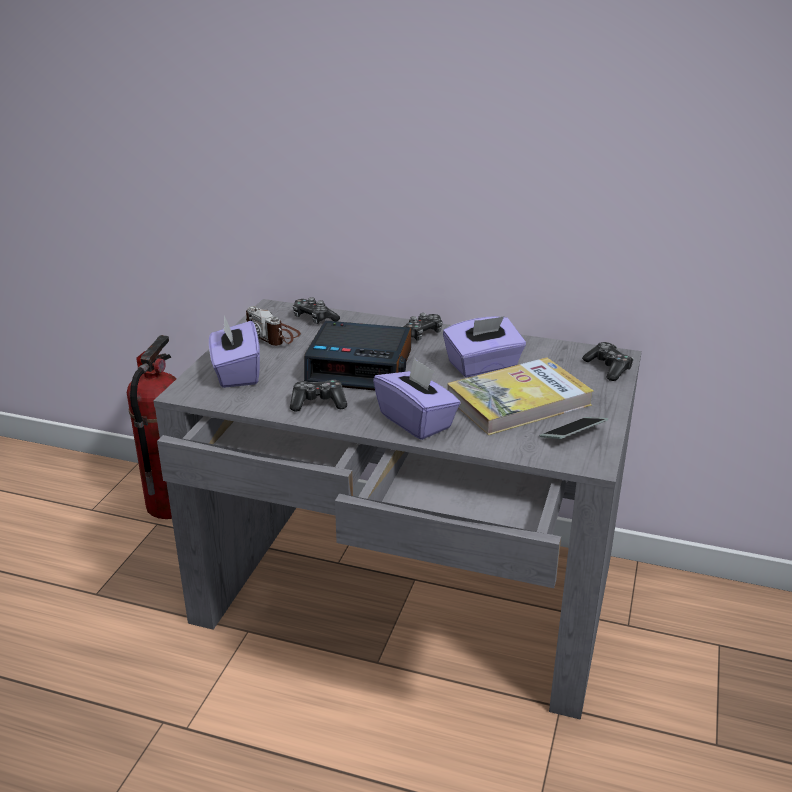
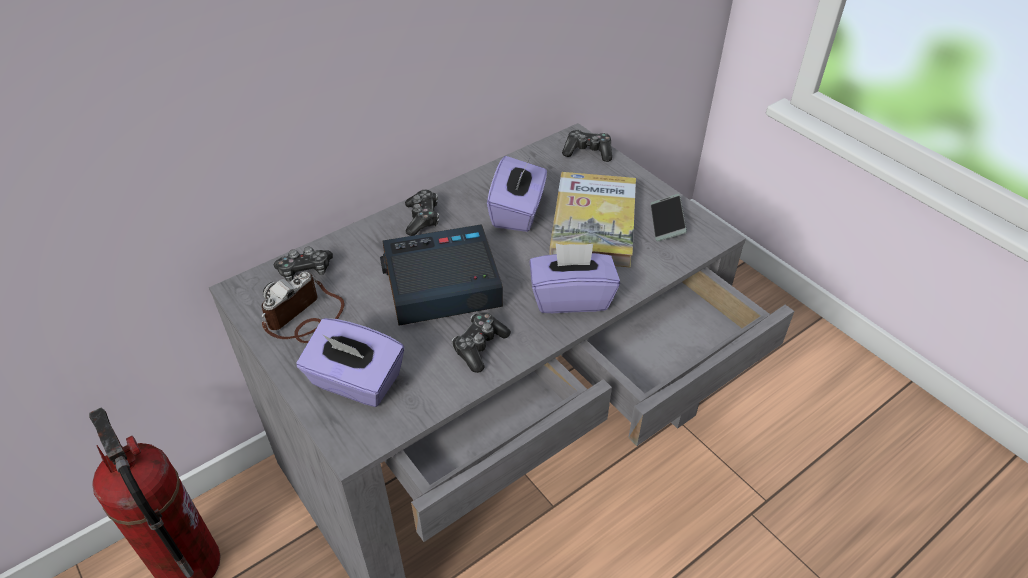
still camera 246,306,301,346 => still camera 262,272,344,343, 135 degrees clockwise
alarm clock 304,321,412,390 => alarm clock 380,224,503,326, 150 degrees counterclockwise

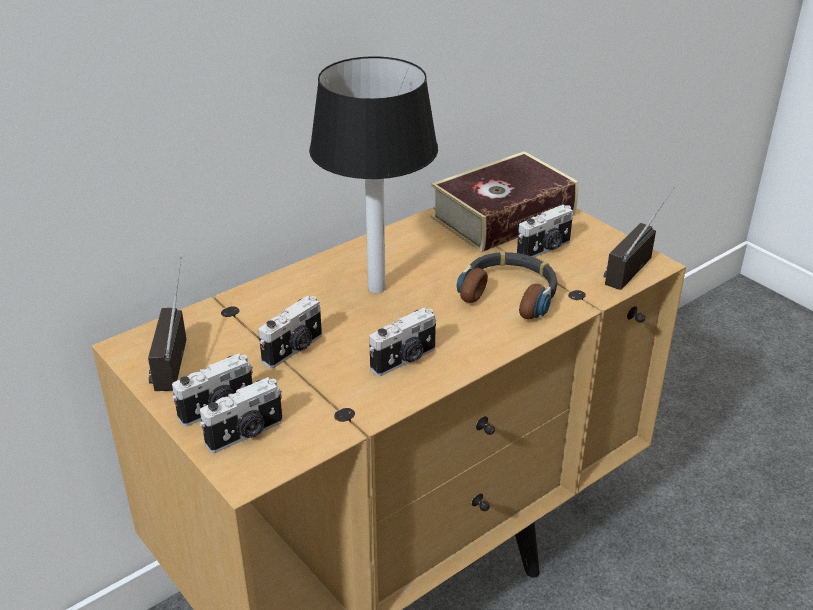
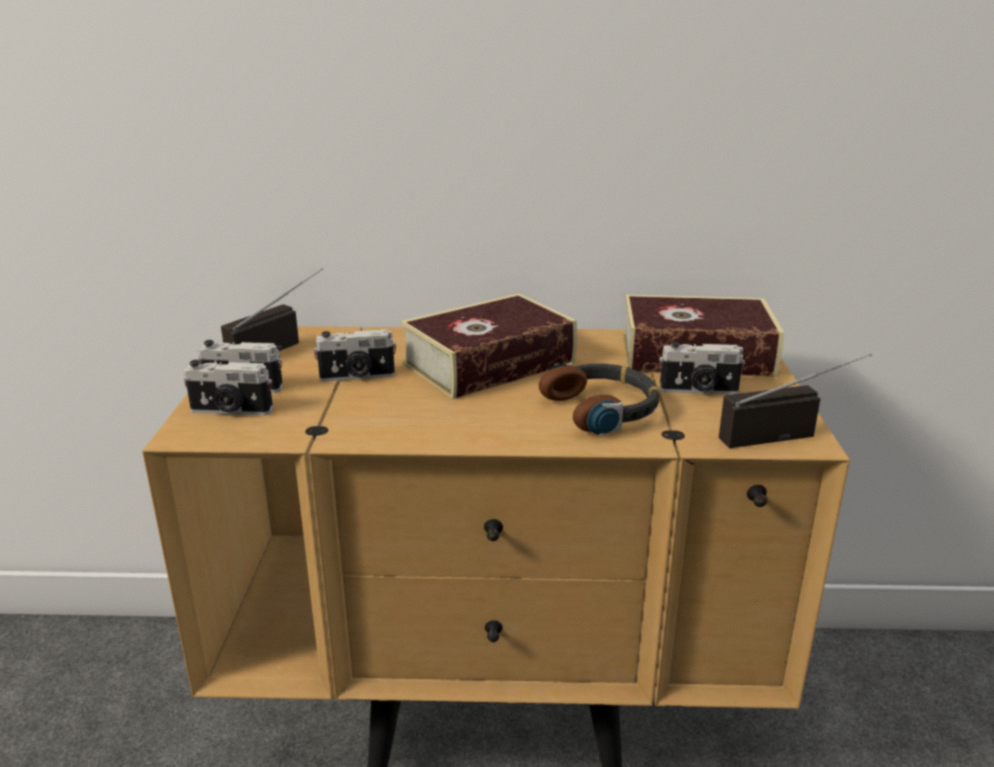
table lamp 309,56,438,293 => book 400,293,577,399
still camera 369,307,436,376 => nothing

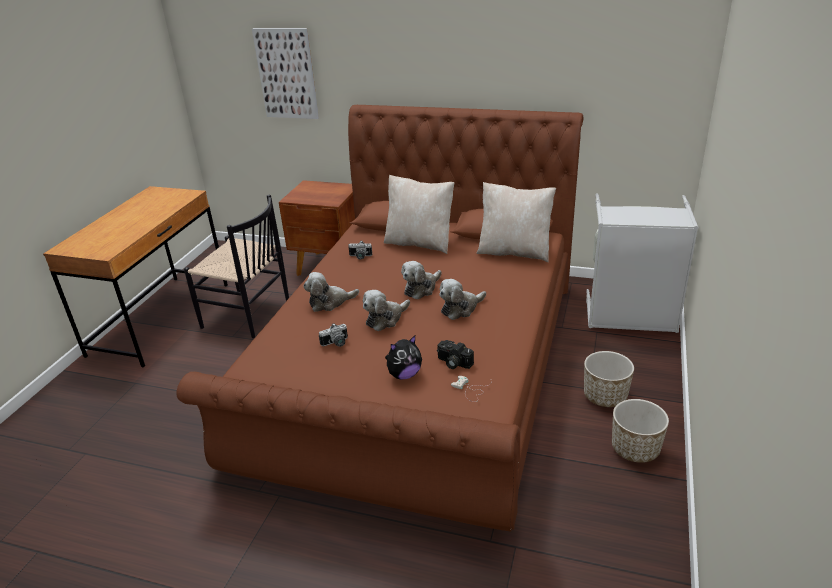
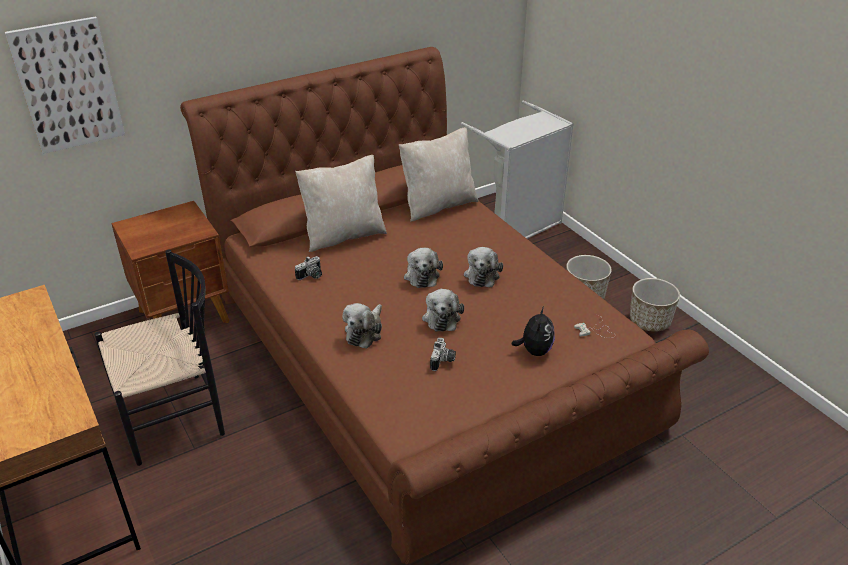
still camera 437,340,474,369 => nothing

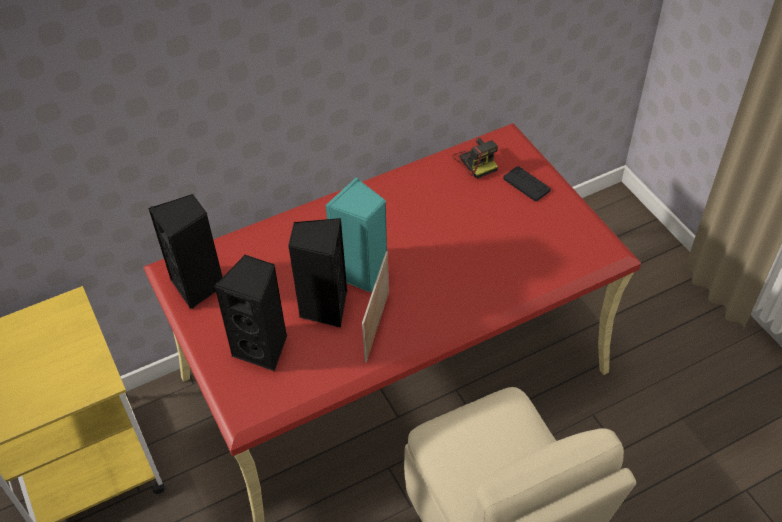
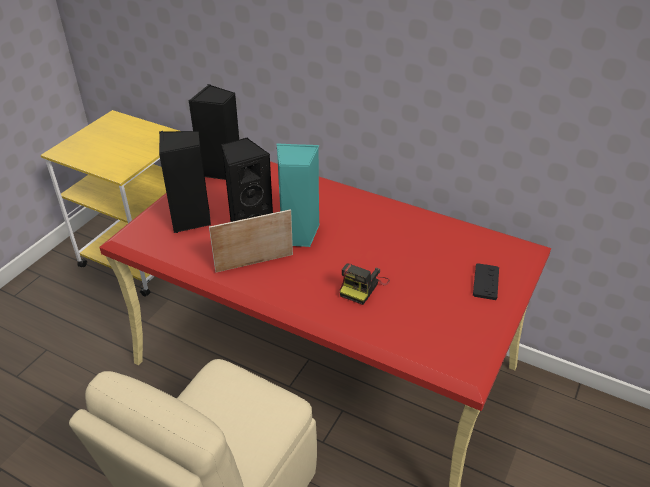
still camera 452,137,498,179 => still camera 340,263,390,305, move

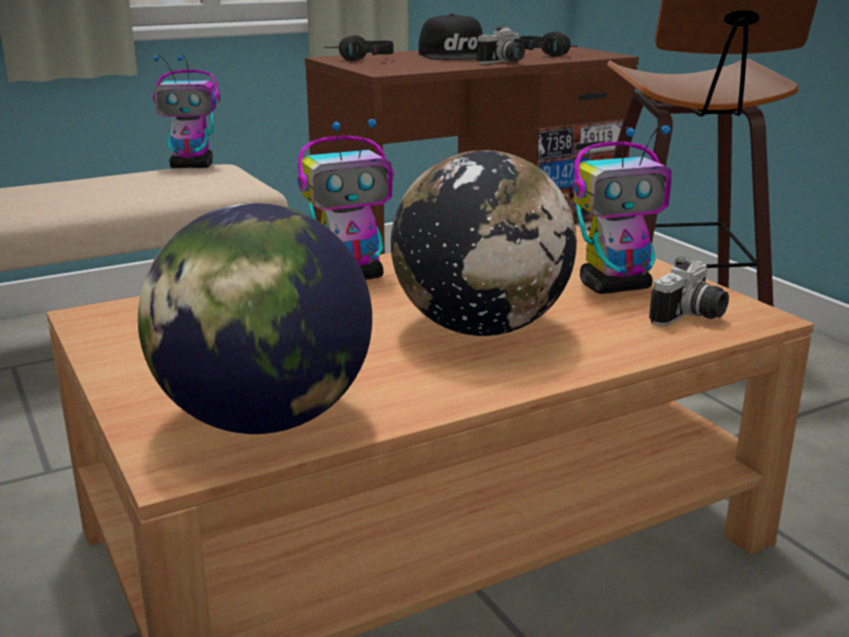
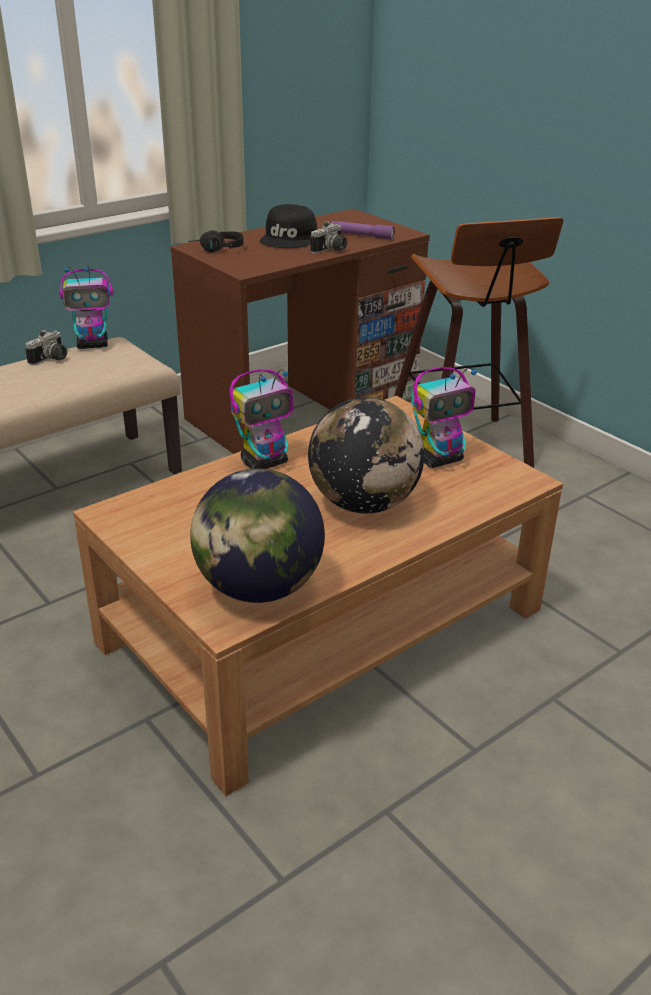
black cap 418,14,483,60 => black cap 260,204,317,248, 45 degrees clockwise
black headset 519,31,578,57 => purple hand torch 331,221,395,240
still camera 649,256,729,326 => still camera 25,329,67,365, move

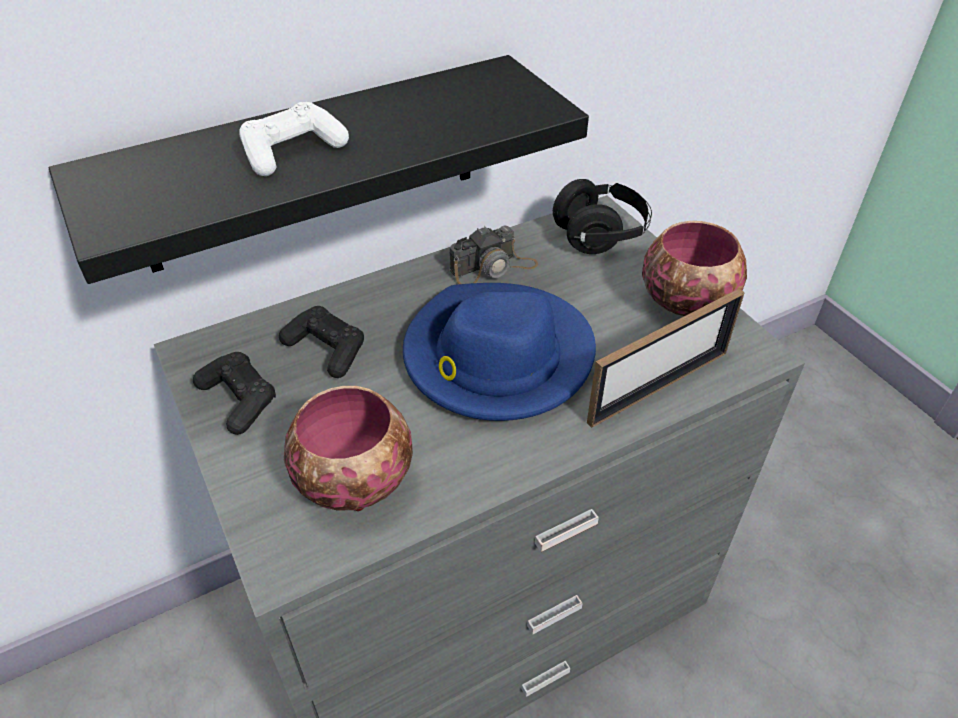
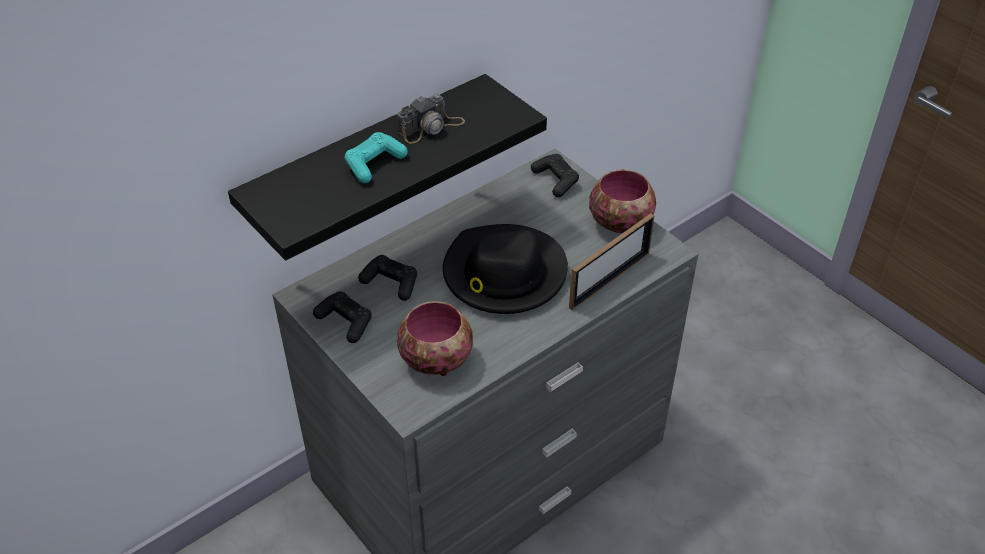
white gamepad 239,102,349,176 => blue-green gamepad 344,132,408,183
blue clothing hat 403,283,596,421 => black clothing hat 443,224,568,314
still camera 450,226,538,284 => still camera 397,94,465,144, move
black headset 553,179,652,254 => black gamepad 531,154,579,197

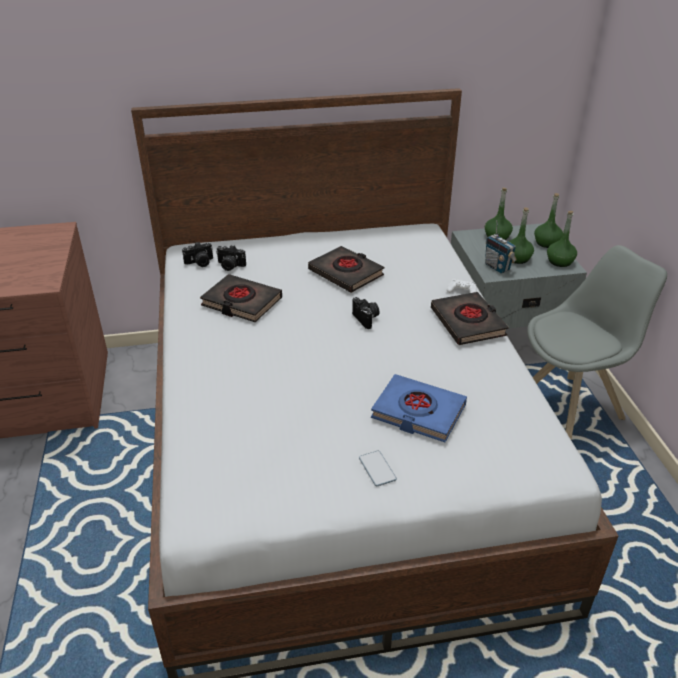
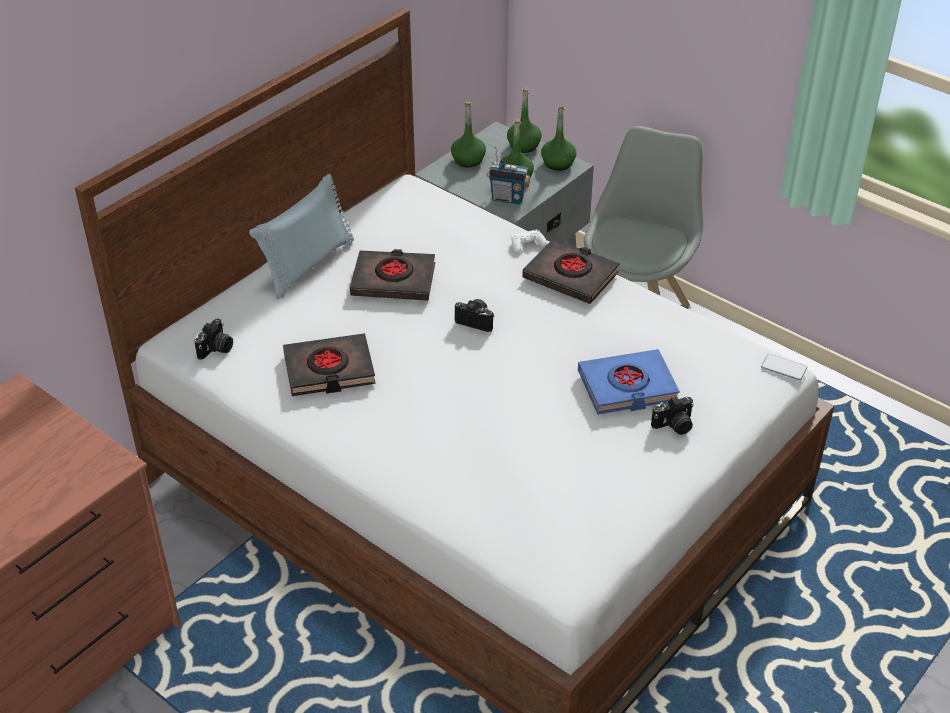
still camera 216,245,246,271 => still camera 651,396,694,435, move
handset 359,451,397,486 => handset 761,354,807,380, move
nothing => blue cushion 249,174,354,299

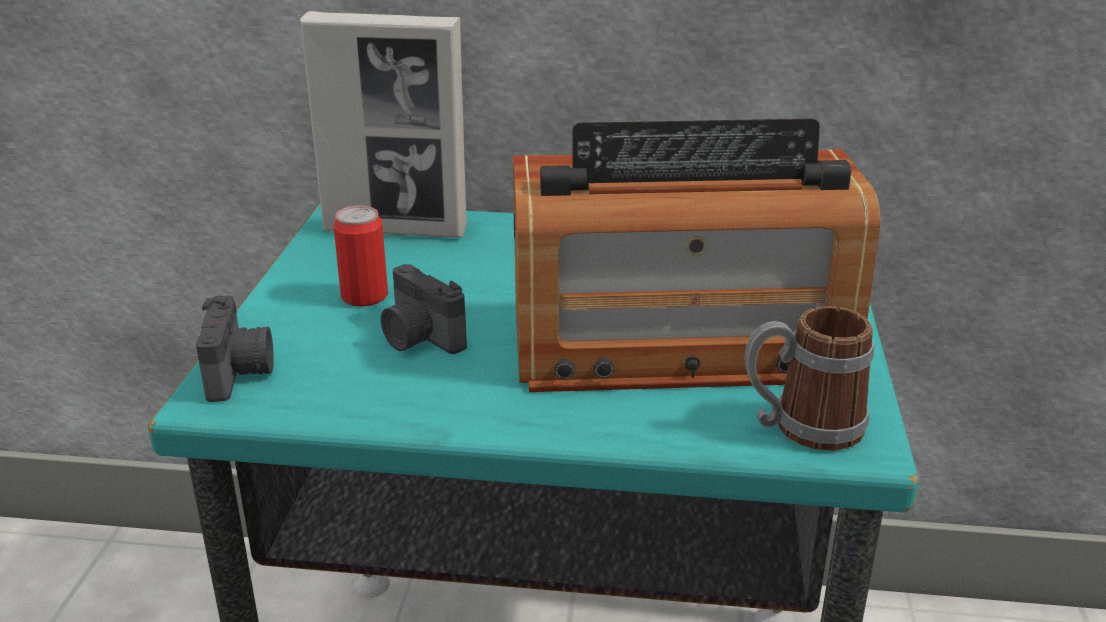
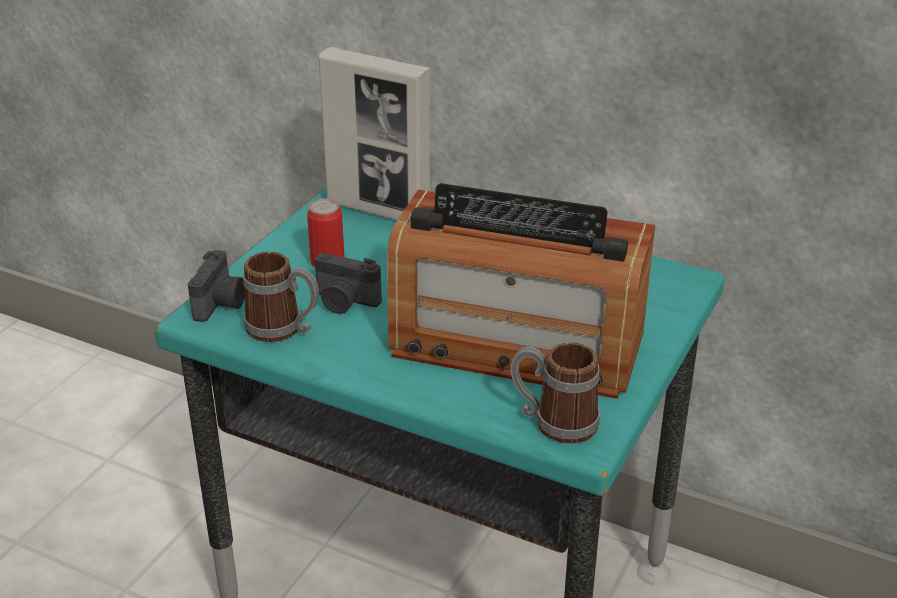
still camera 381,264,467,354 => still camera 315,253,382,314, 45 degrees counterclockwise
nothing => coffee mug 243,251,319,342

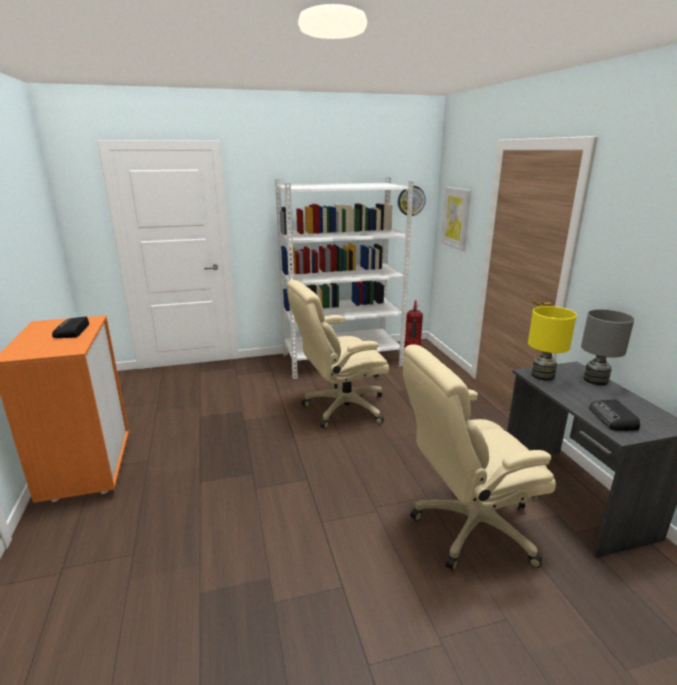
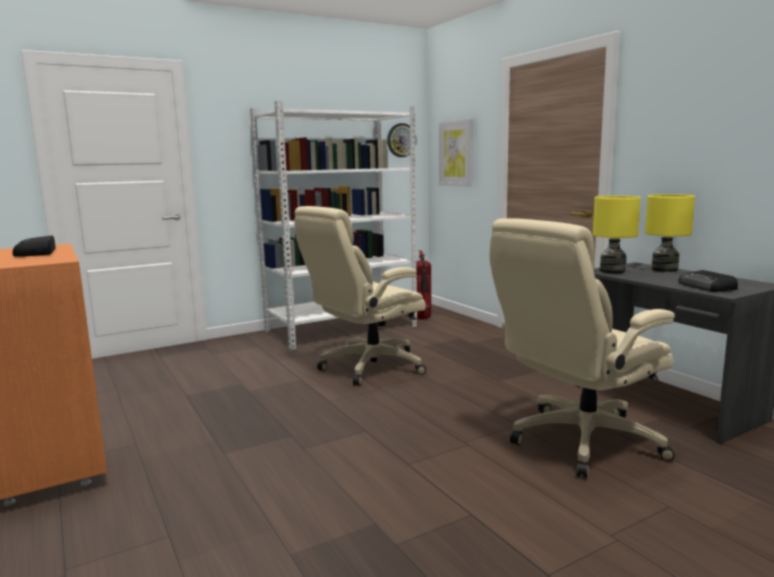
grey table lamp 581,309,634,385 => yellowish table lamp 645,194,695,272

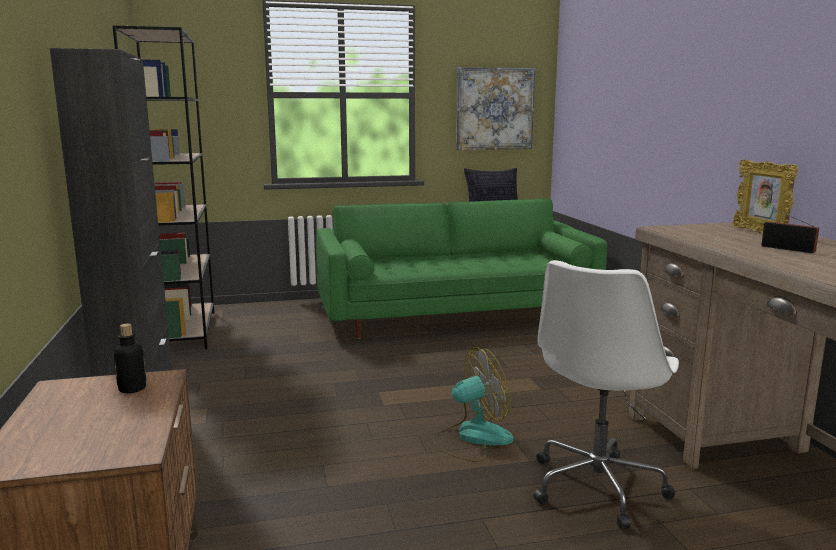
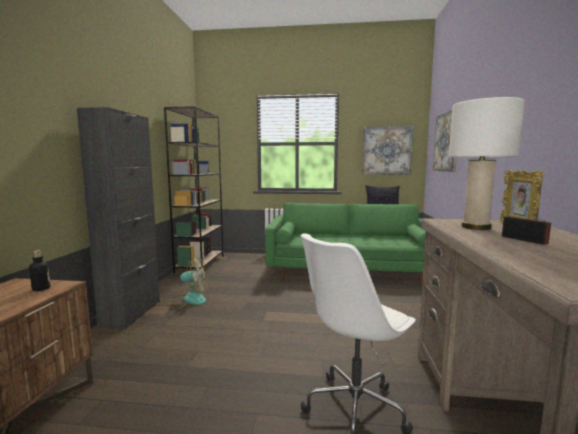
cooling fan 432,347,514,462 => cooling fan 168,257,208,309, move
nothing => picture 433,110,456,172
nothing => white table lamp 449,97,525,230

